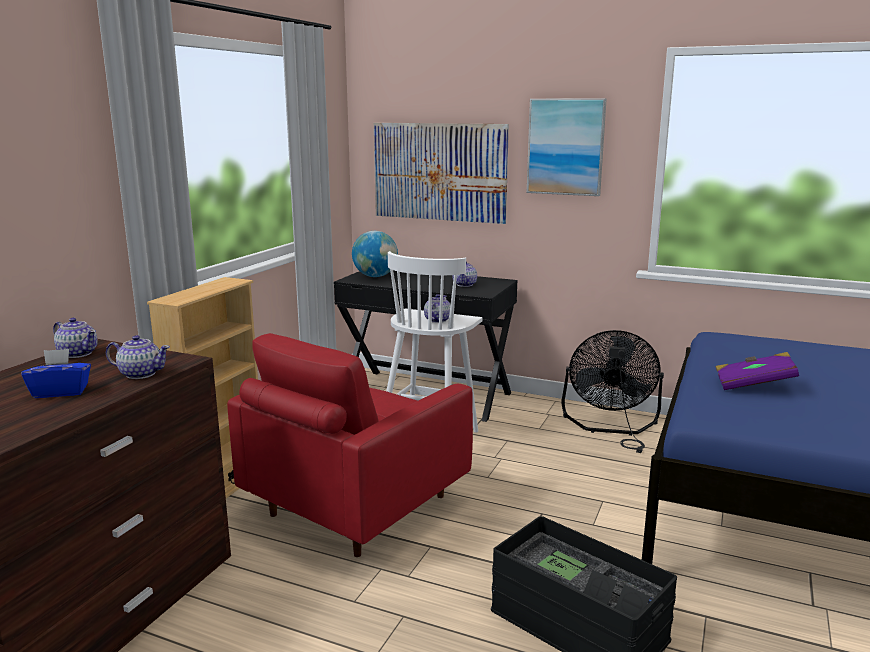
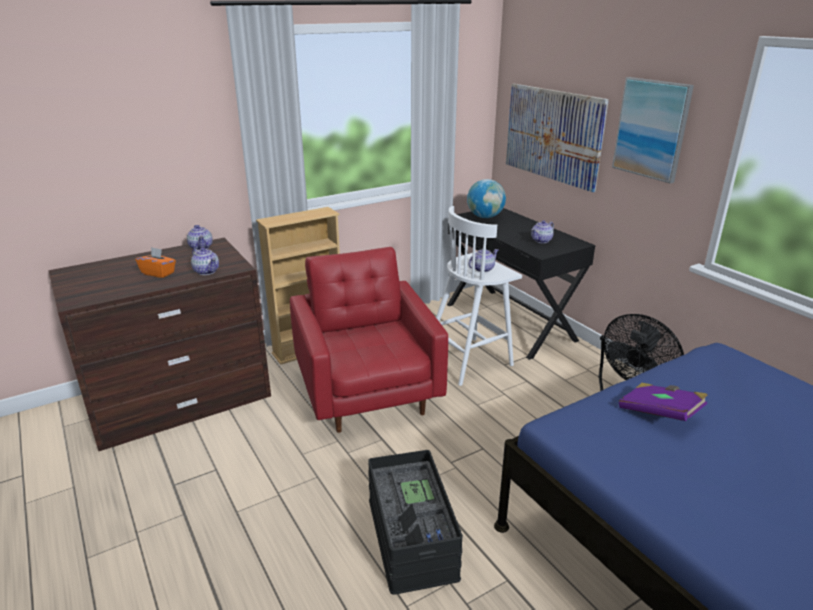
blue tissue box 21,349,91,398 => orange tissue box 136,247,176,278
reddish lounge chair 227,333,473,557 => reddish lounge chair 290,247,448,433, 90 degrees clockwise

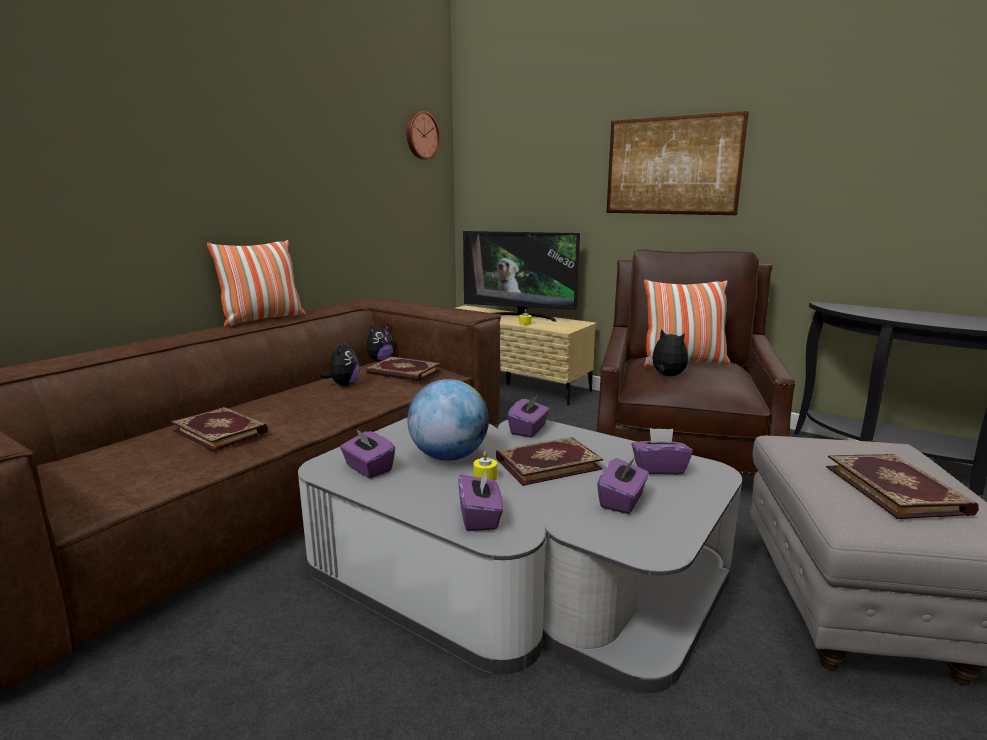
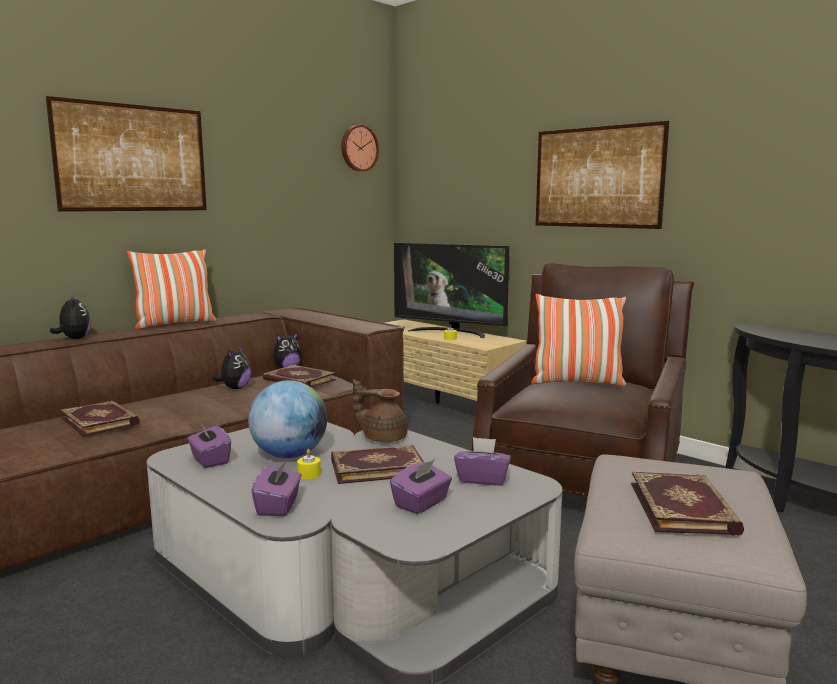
purple tissue box 507,395,550,438 => brownish tea pot 353,379,408,442
plush toy 646,329,688,376 => plush toy 50,295,91,339, move
nothing => picture 46,96,207,212

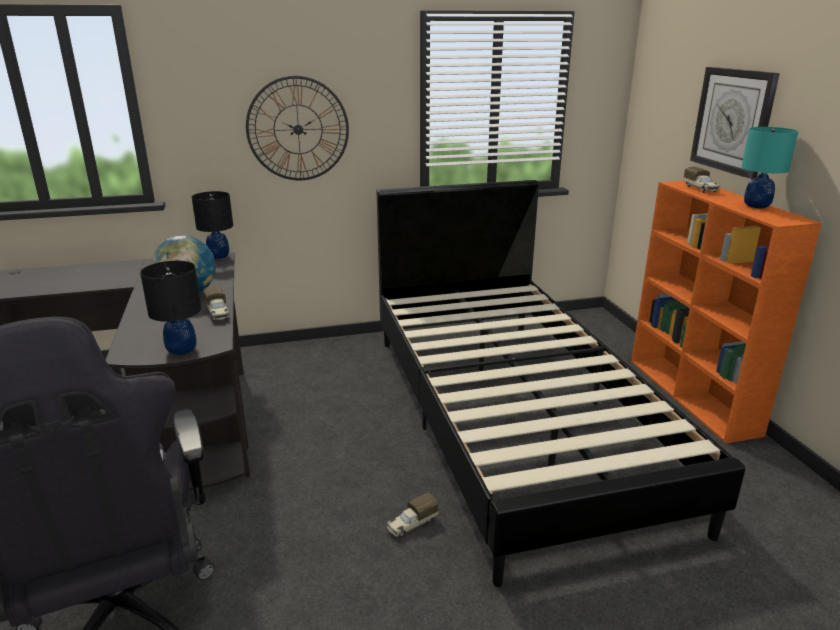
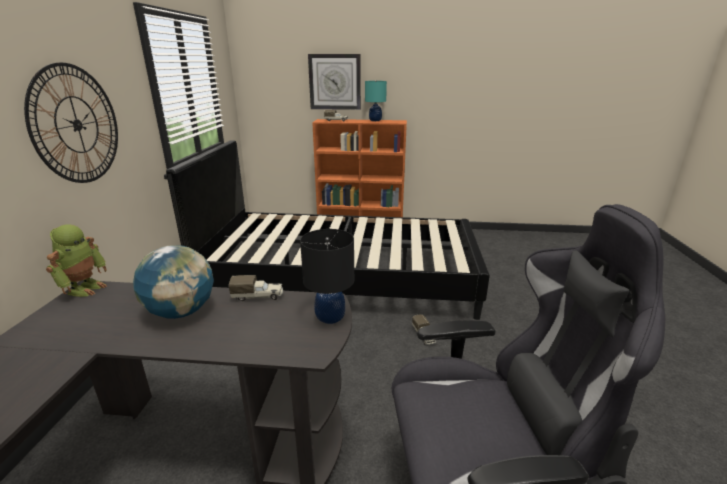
black table lamp 192,191,233,259 => robot figure 46,224,107,297

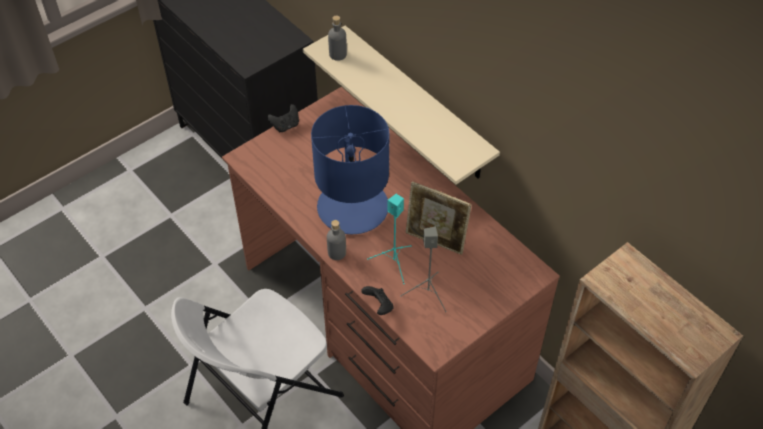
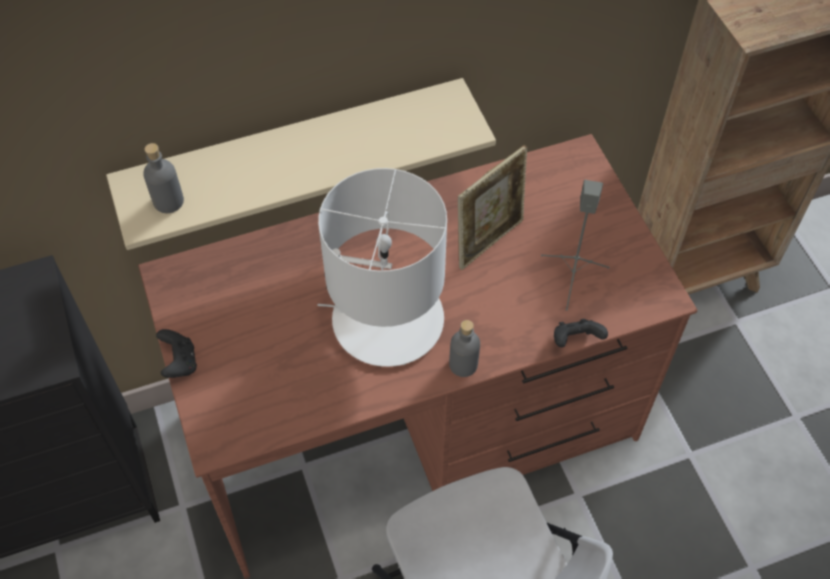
blue table lamp 311,105,389,234 => white table lamp 318,168,447,367
blue-green audio speaker 367,194,412,284 => nothing

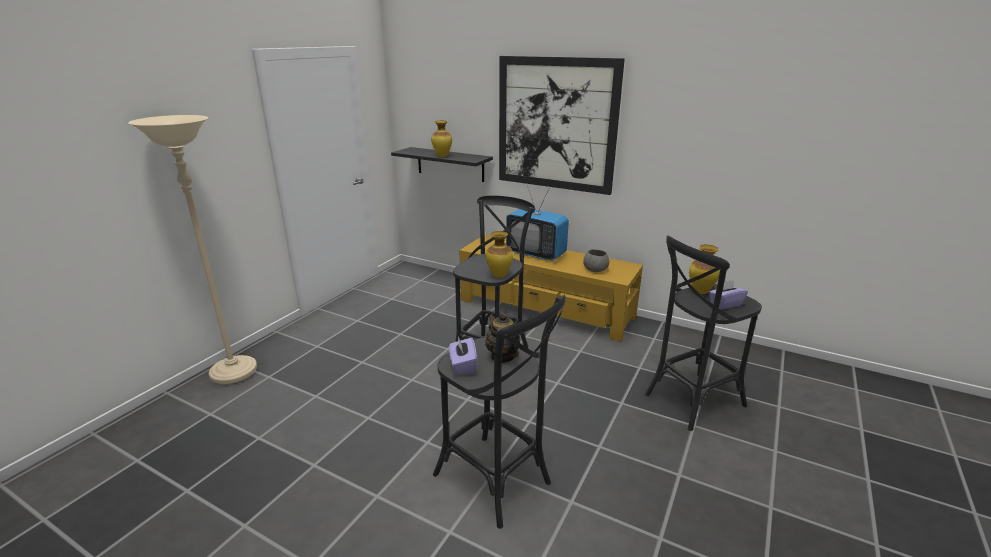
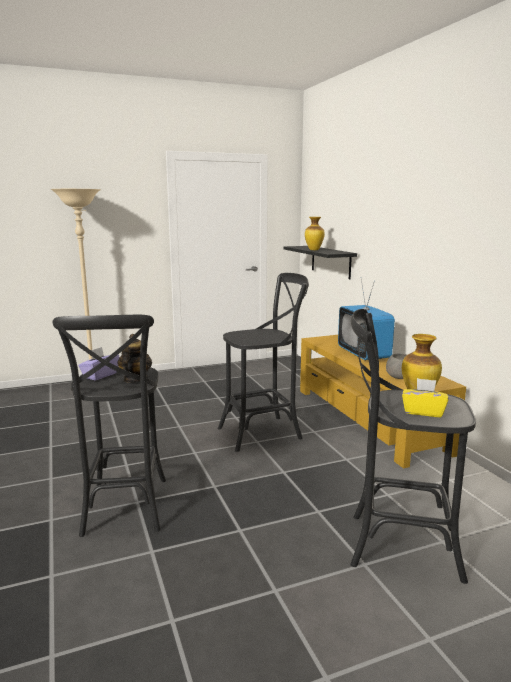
vase 486,231,513,278 => nothing
picture 499,56,625,195 => nothing
purple tissue box 709,280,748,310 => yellowish tissue box 402,378,449,417

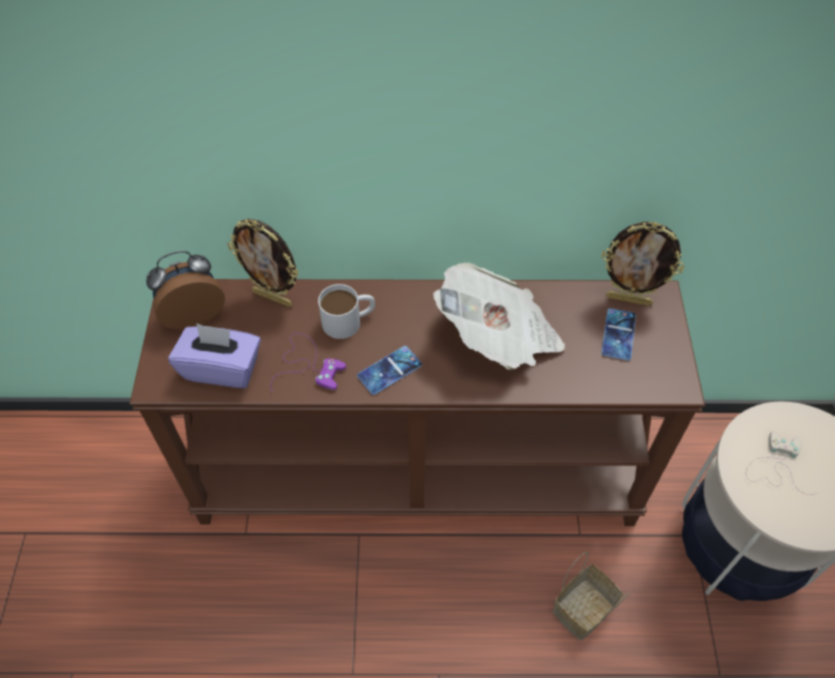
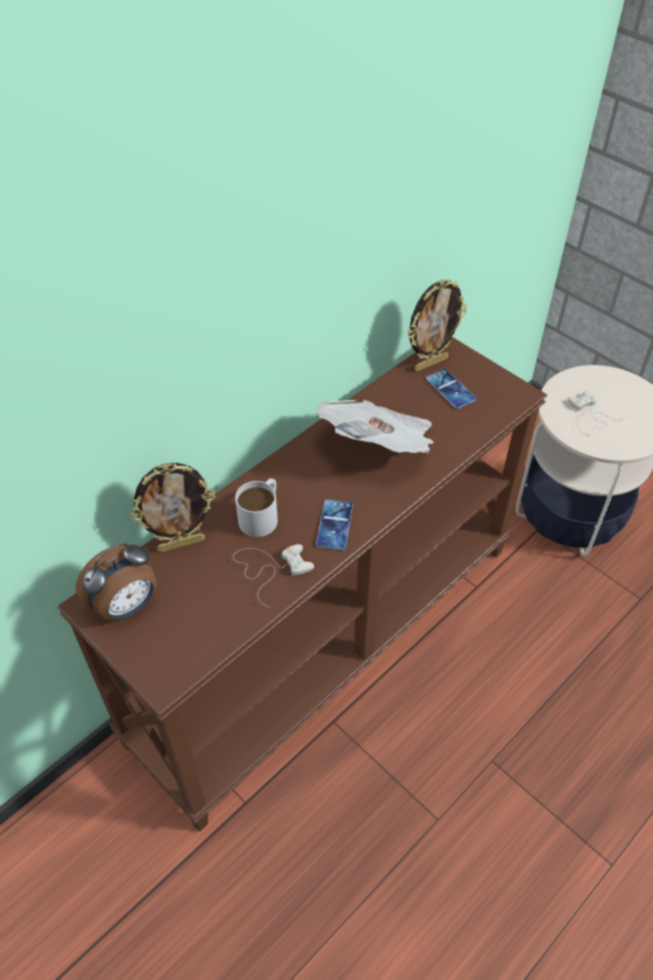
alarm clock 146,251,225,330 => alarm clock 76,543,157,621, 150 degrees counterclockwise
purple tissue box 168,323,261,388 => nothing
purple gamepad 271,333,346,392 => white gamepad 233,544,314,608
household basket 553,552,630,640 => nothing

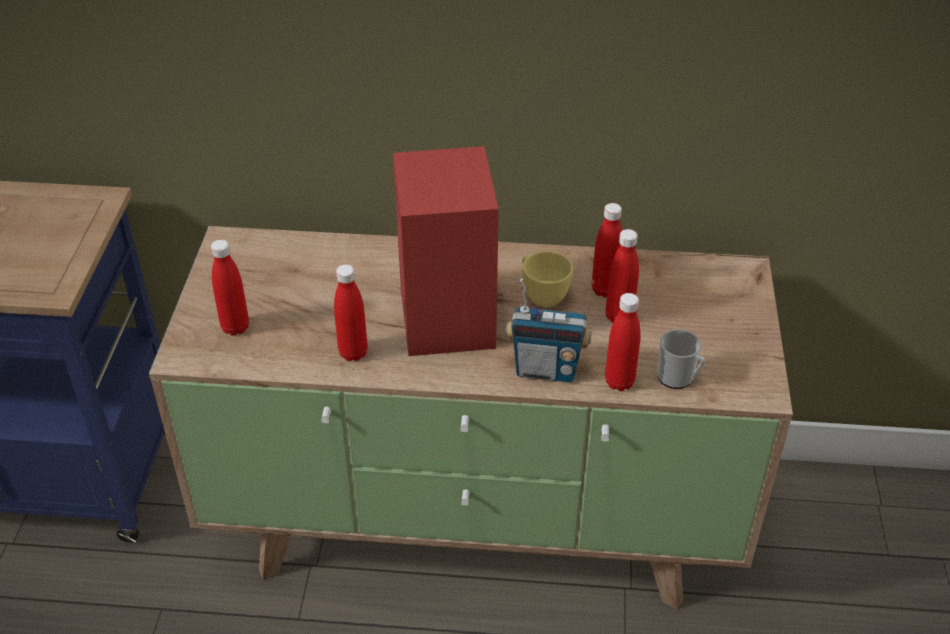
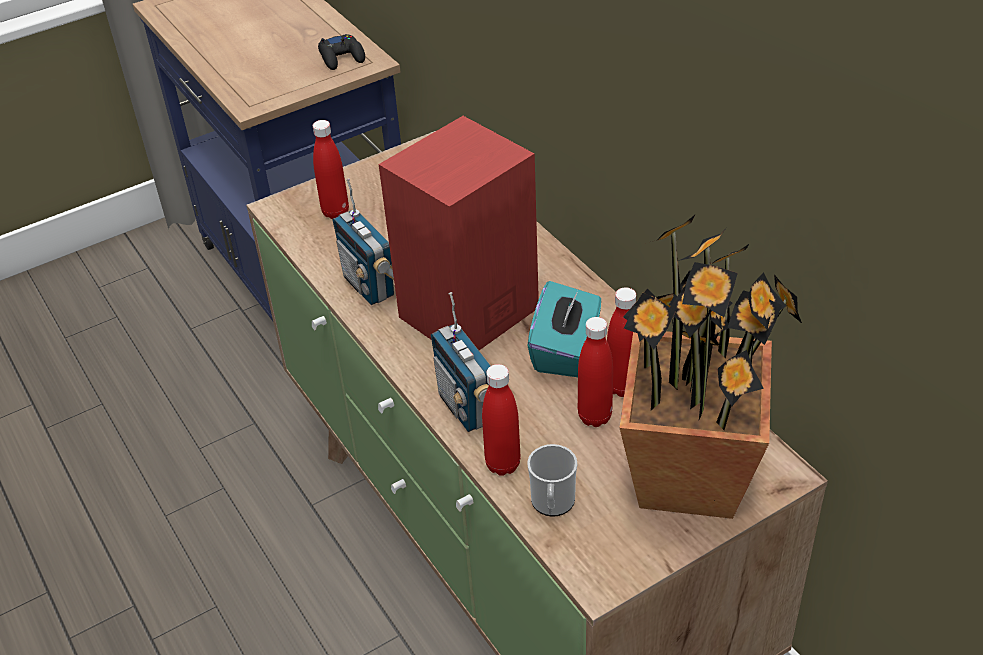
reddish beverage bottle 334,264,368,361 => radio set 333,178,394,305
yellowish small cup 522,251,573,307 => blue-green tissue box 527,281,601,377
nothing => black gamepad 318,34,365,70
nothing => plant in a pot 619,215,802,519

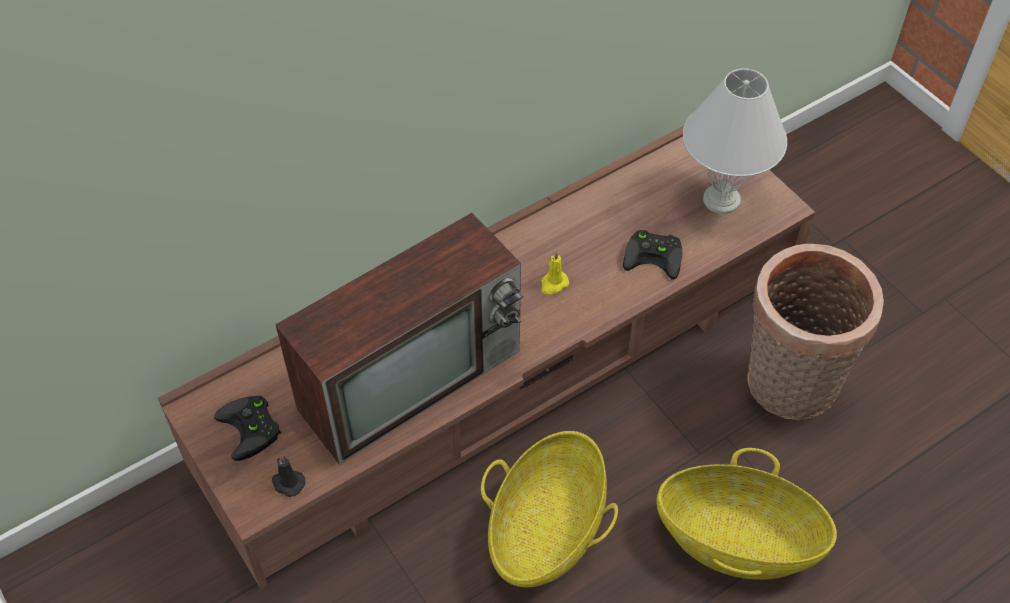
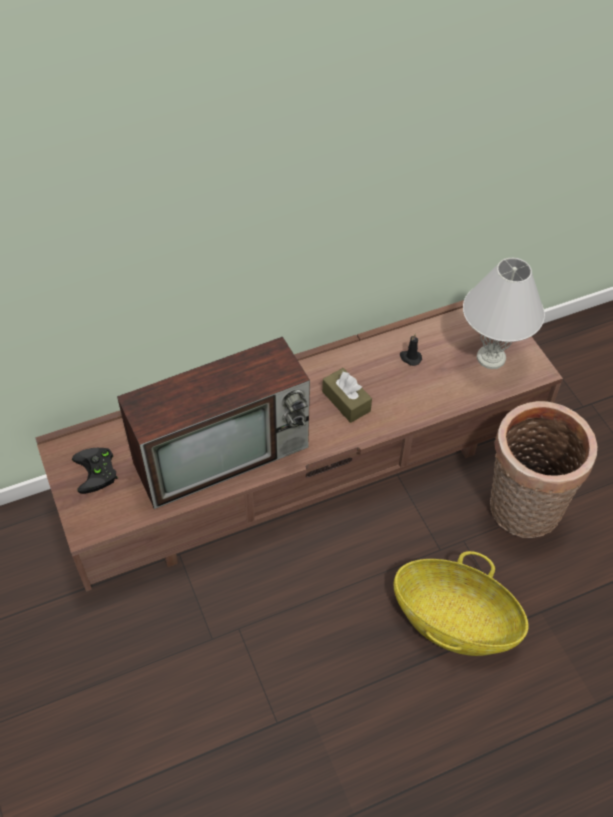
black candle 272,456,305,497 => black candle 400,334,422,366, move
household basket 481,431,618,587 => nothing
yellowish candle 541,252,569,294 => brownish tissue box 322,368,372,423
black gamepad 623,230,682,280 => nothing

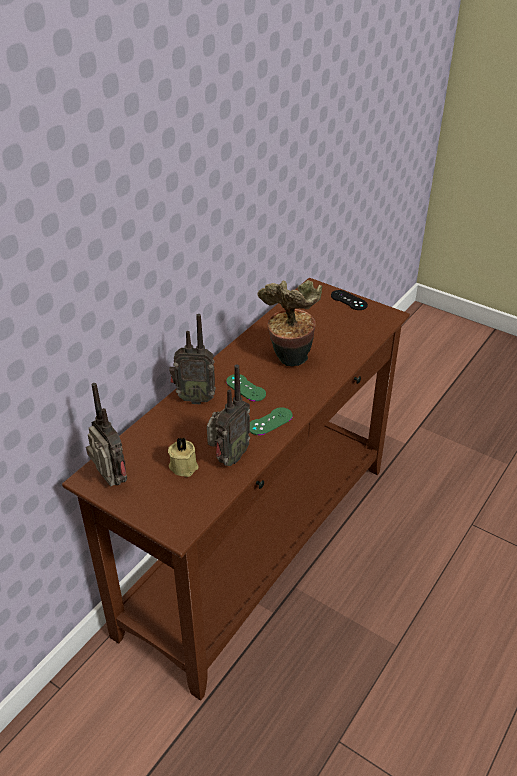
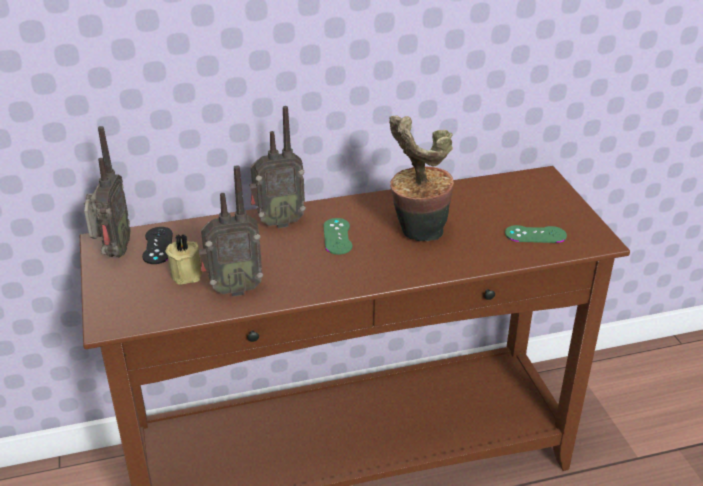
radio set 169,314,216,404 => radio set 249,106,306,228, 60 degrees counterclockwise
greenish gamepad 250,407,293,435 => greenish gamepad 505,225,567,243, move
black gamepad 331,290,368,310 => black gamepad 142,227,173,264, move

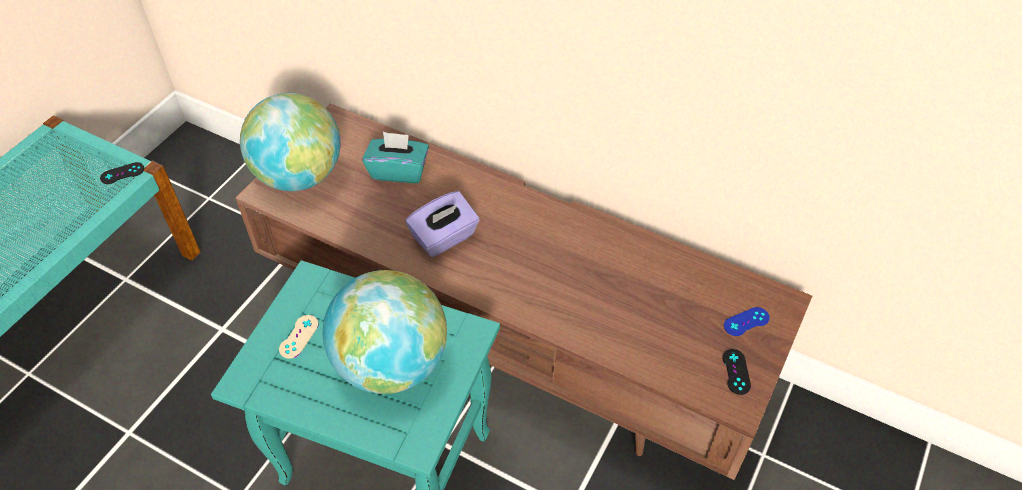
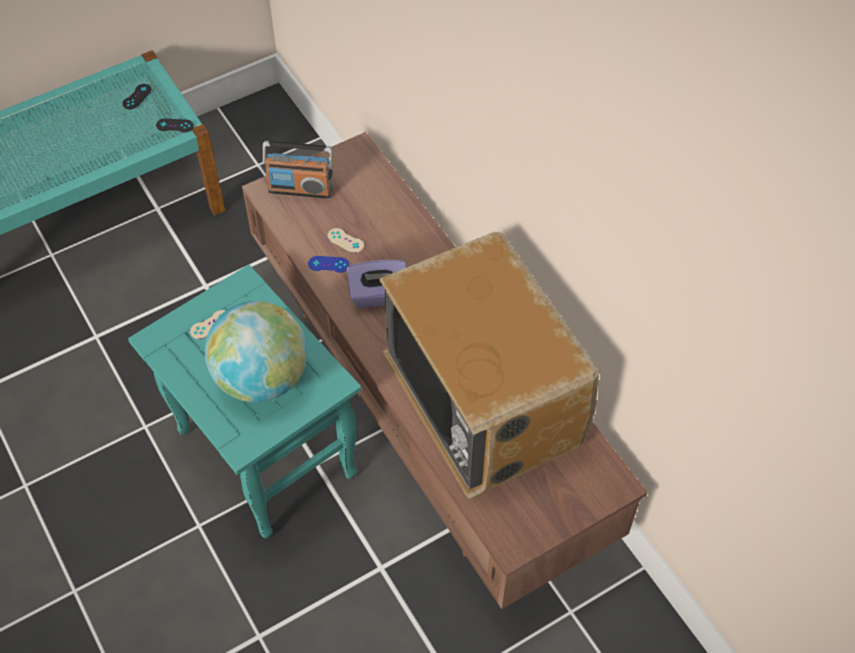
globe 240,93,341,191 => radio set 262,141,332,198
blue-green tissue box 362,132,429,183 => nothing
black gamepad 722,349,751,395 => black gamepad 123,84,152,109, move
blue gamepad 724,307,770,336 => blue gamepad 308,256,350,273, move
nothing => beige gamepad 327,228,364,253
nothing => television 379,232,599,499

